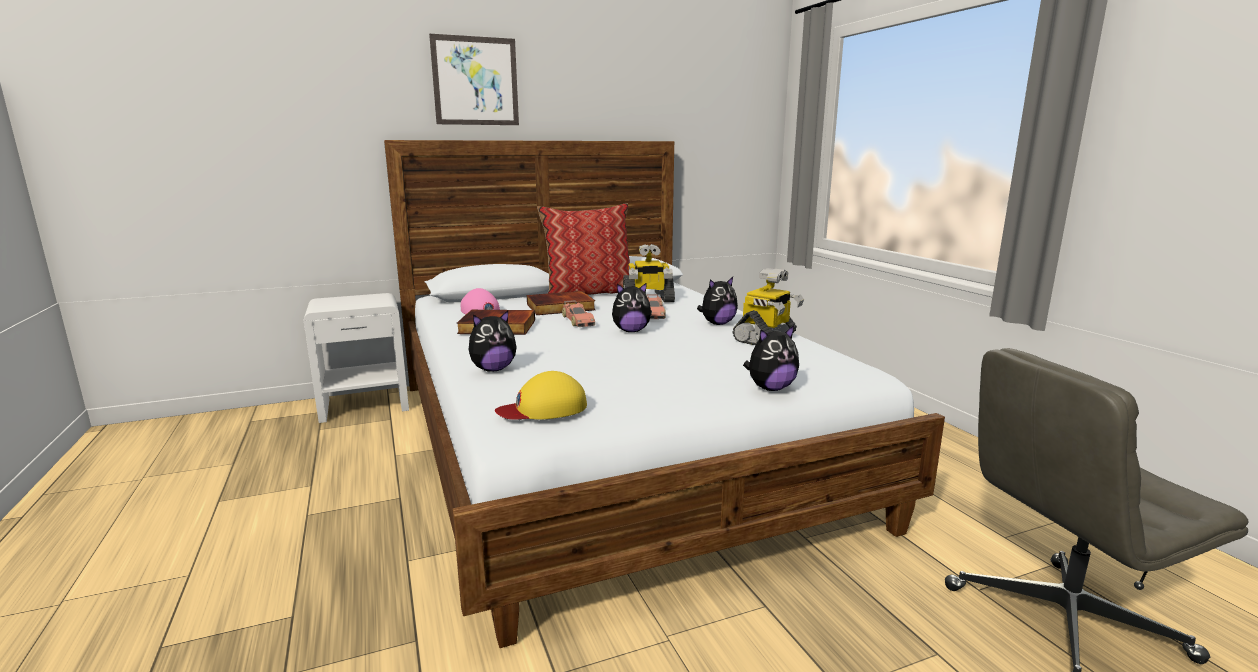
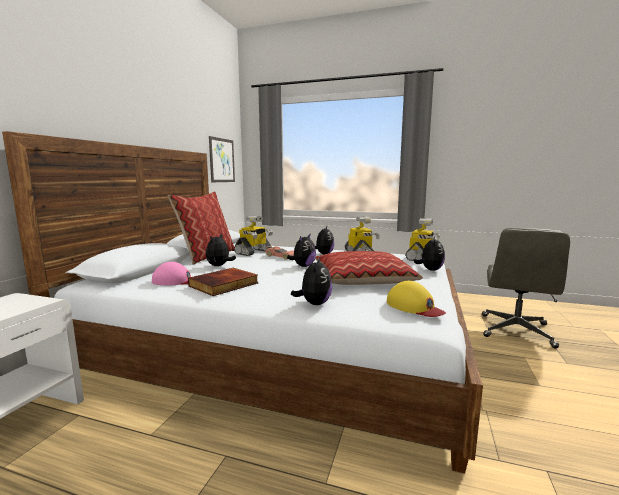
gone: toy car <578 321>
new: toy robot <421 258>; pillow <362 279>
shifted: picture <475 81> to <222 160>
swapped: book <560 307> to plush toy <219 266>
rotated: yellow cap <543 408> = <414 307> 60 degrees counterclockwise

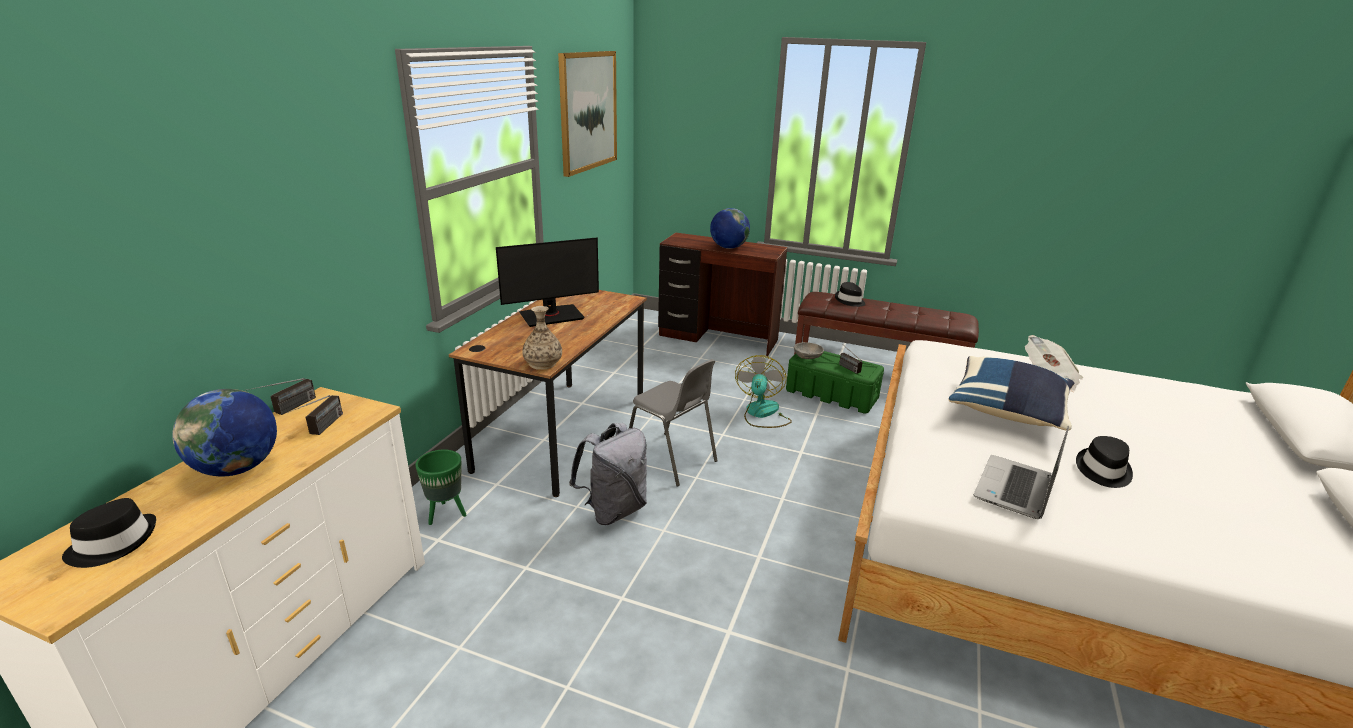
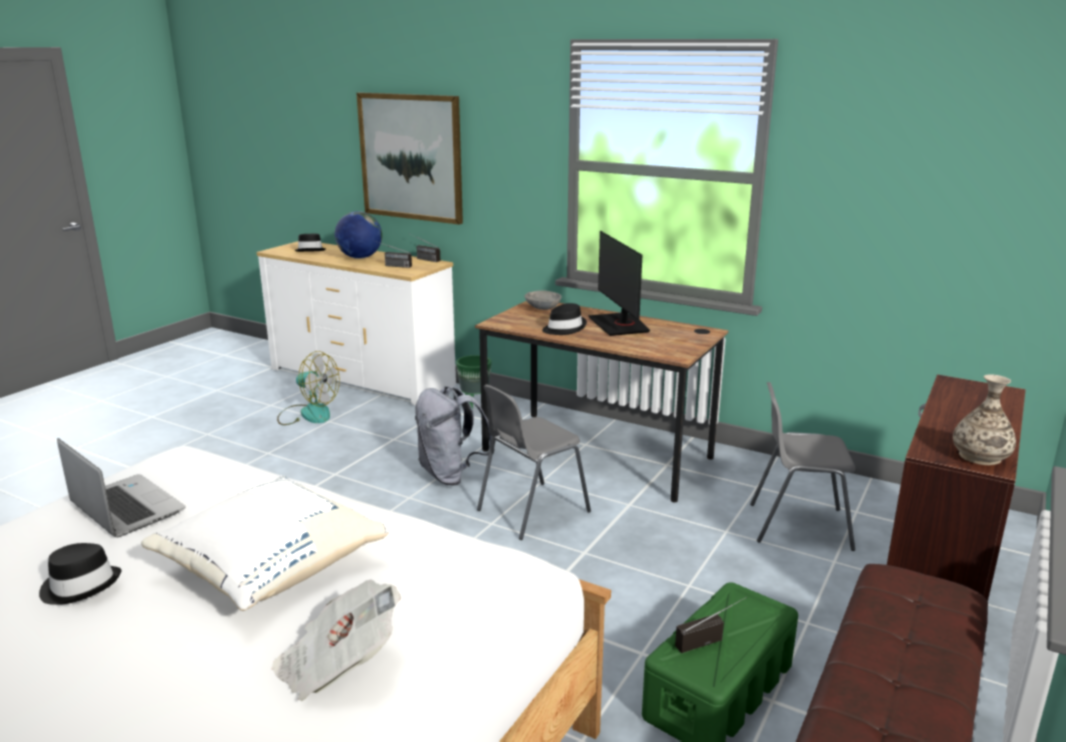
gone: globe <728 247>
new: grey chair <798 525>
shifted: picture <588 111> to <411 157>; black hat <849 301> to <564 328>; vase <543 363> to <980 457>; grey bowl <807 358> to <542 308>; fan <762 414> to <308 414>
repainted: blue pillow <1008 411> to white pillow <269 568>

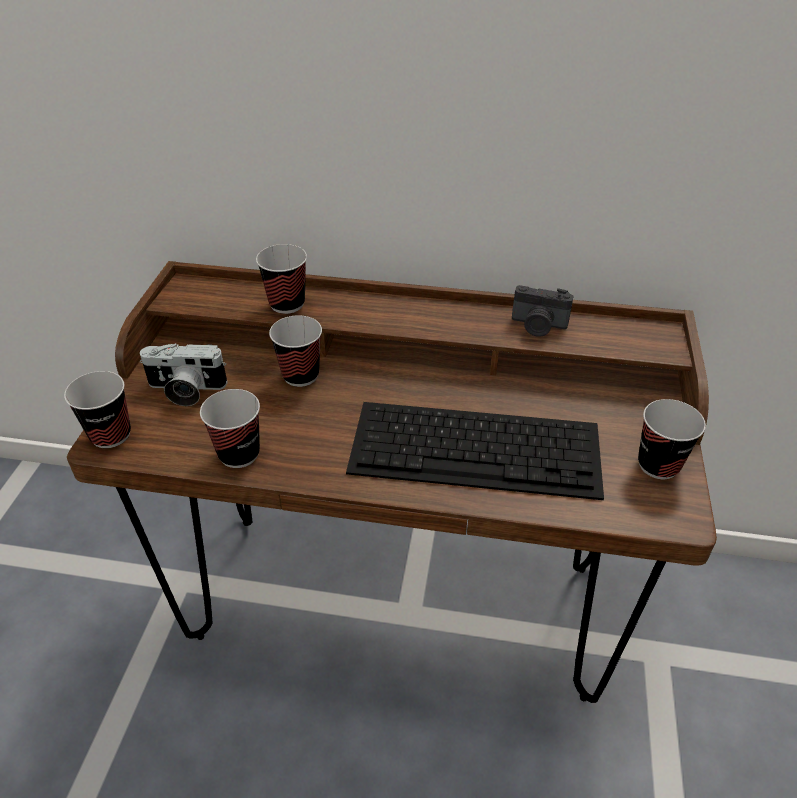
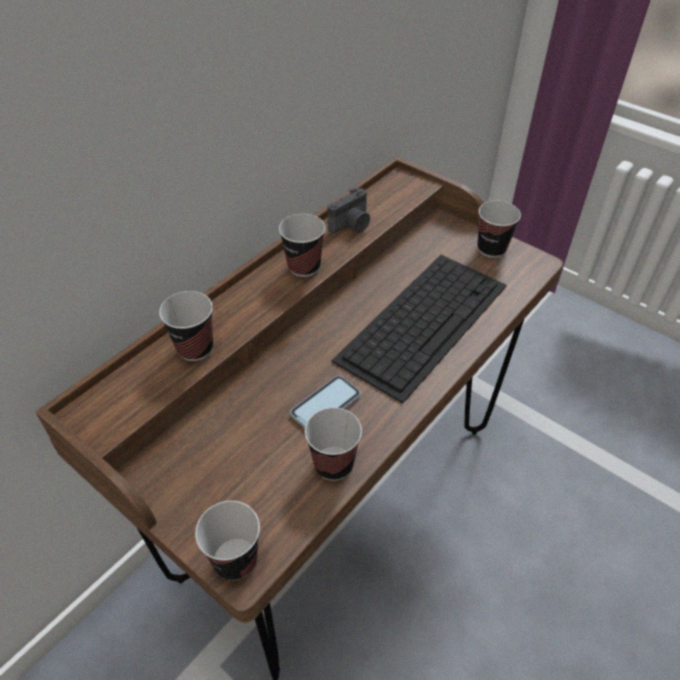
gone: photo camera <185 390>
new: phone <325 405>
shifted: cup <300 375> to <304 267>

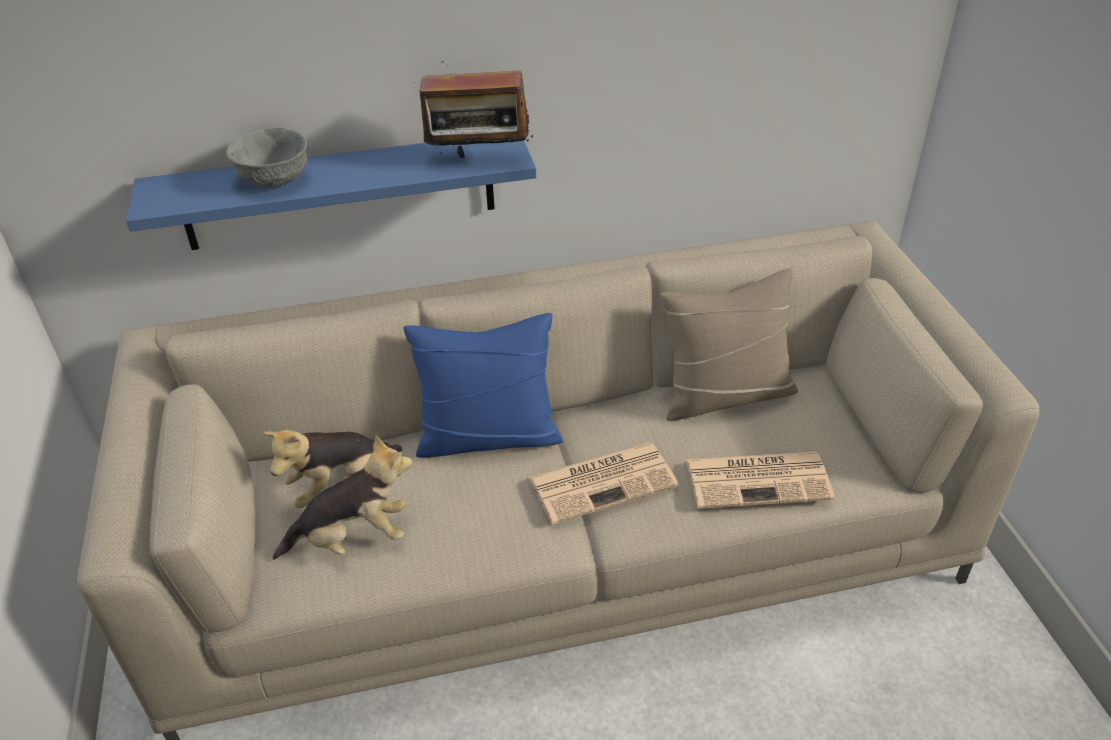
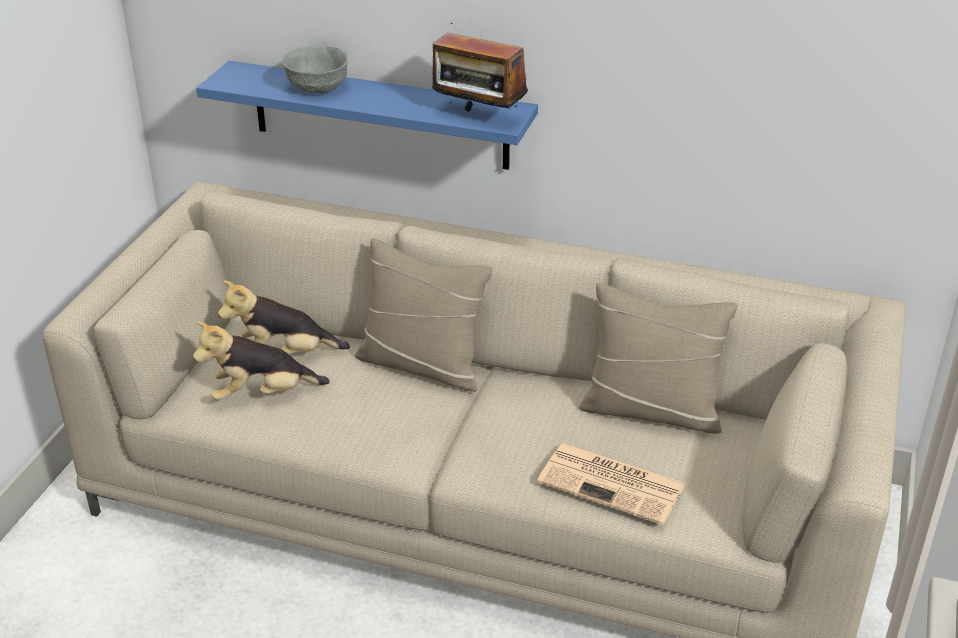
gone: newspaper <604 481>
repainted: blue pillow <488 437> to beige pillow <422 365>
rotated: plush toy <353 538> = <262 394> 150 degrees clockwise

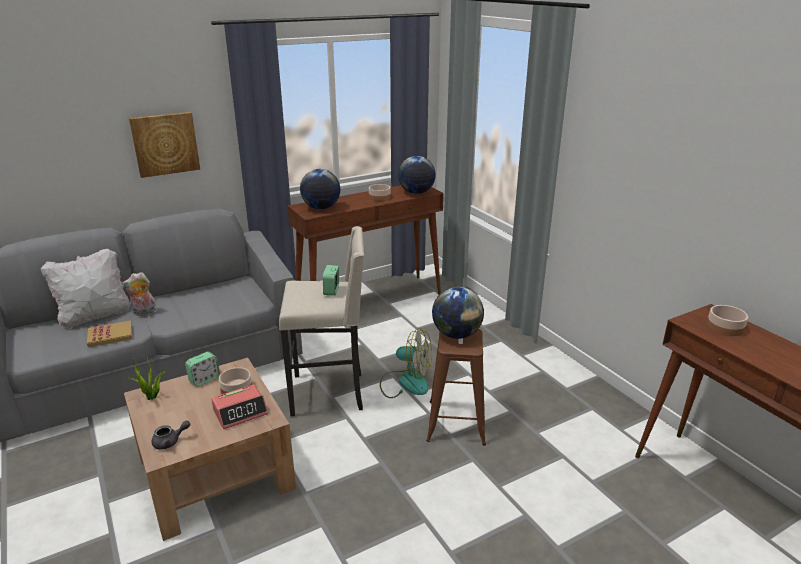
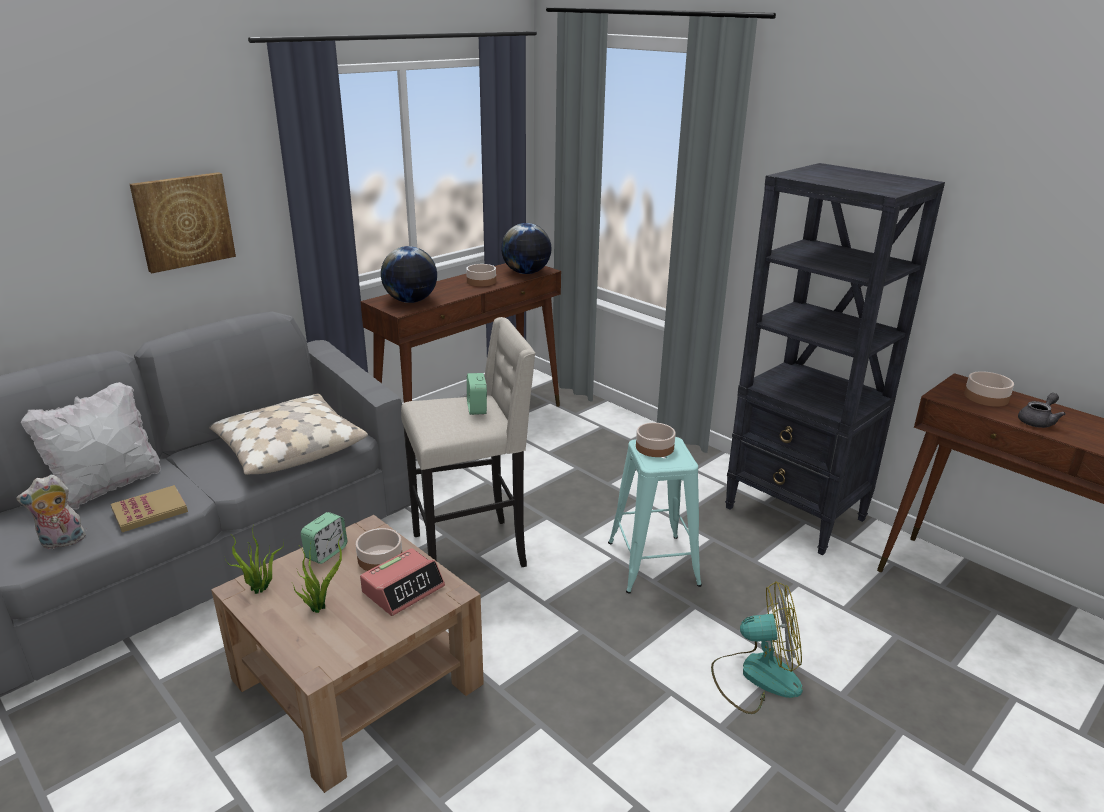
new: black bookcase <795 514>; beige pillow <288 447>; potted plant <319 606>
shifted: plush toy <144 313> to <62 542>; fan <405 382> to <756 676>; grey teapot <170 442> to <1038 421>
swapped: globe <456 334> to bowl <654 447>
repainted: brown stool <456 422> to turquoise stool <653 563>

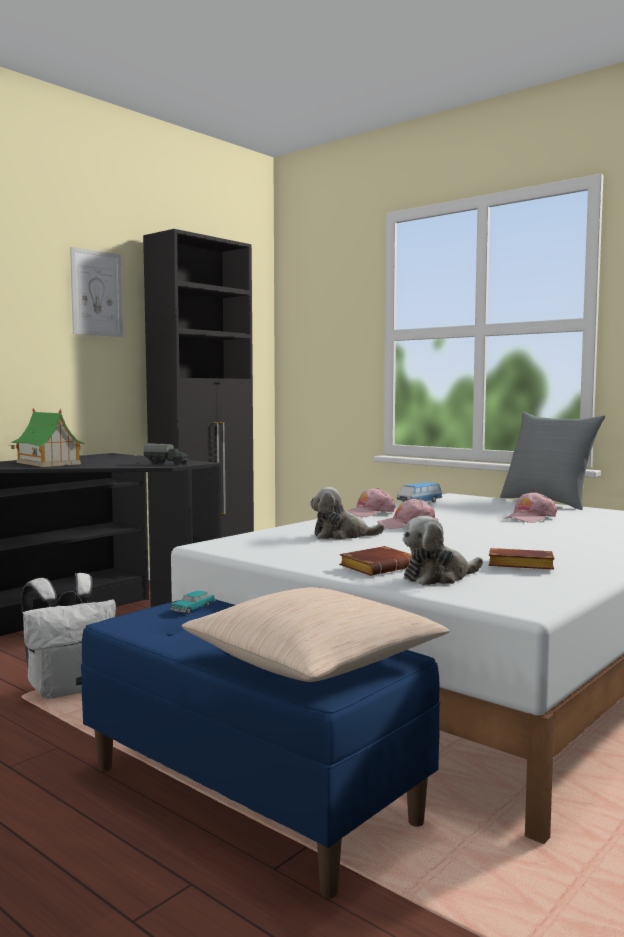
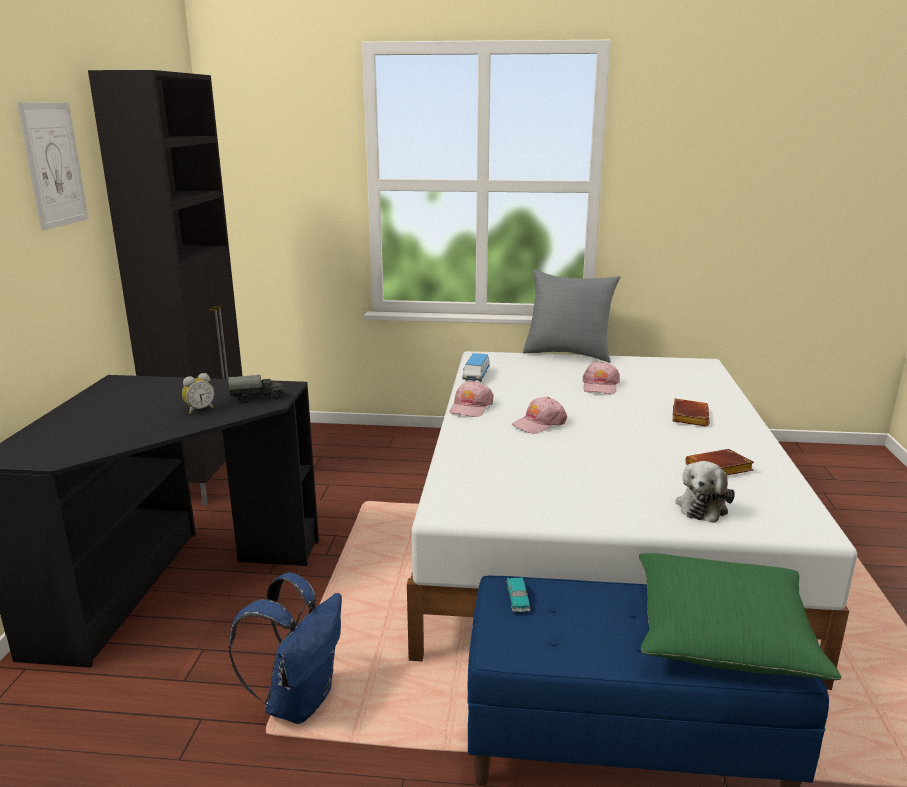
gone: toy house <48 463>; plush toy <342 536>
new: alarm clock <199 409>
shifted: brown book <378 567> to <688 416>
repainted: white backpack <67 689> to blue backpack <299 700>; beige pillow <315 661> to green pillow <723 633>

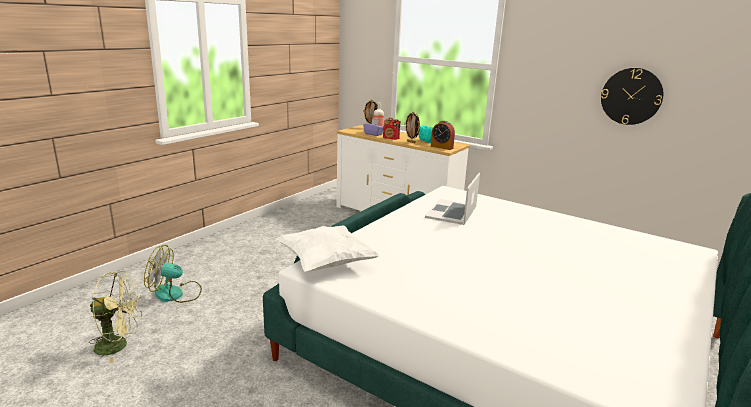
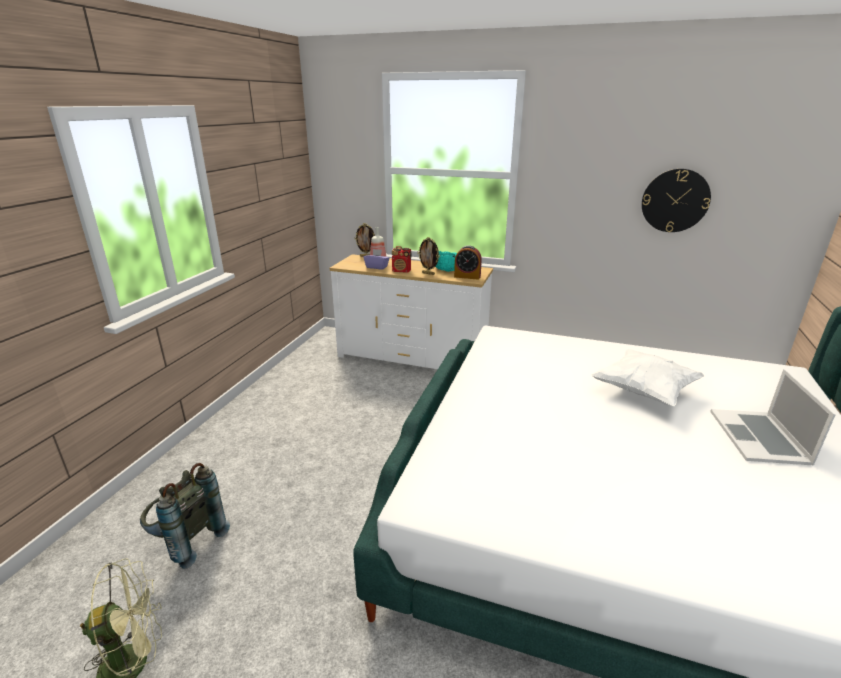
shifted: laptop <452 212> to <759 436>; white pillow <326 263> to <644 391>
swapped: fan <176 294> to grey backpack <186 541>

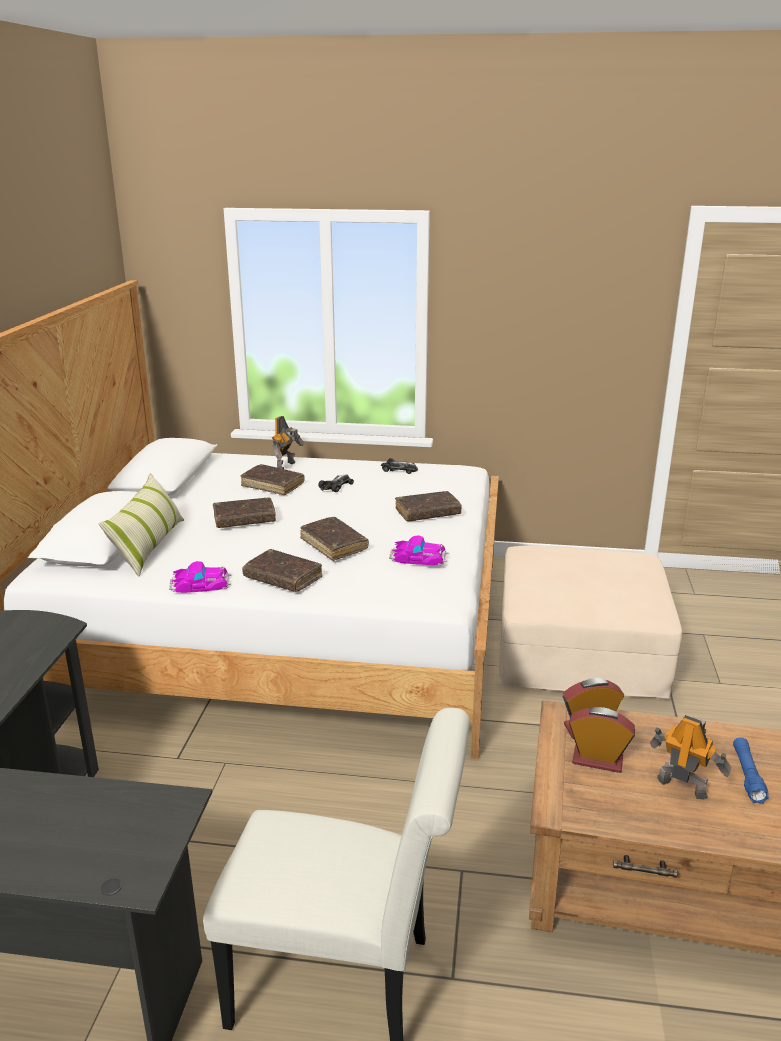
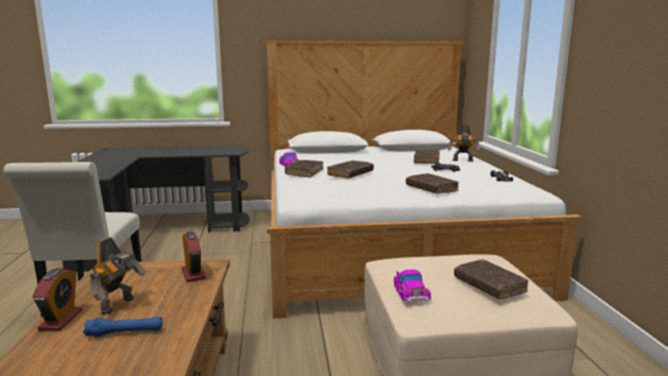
gone: pillow <149 546>
shifted: brown book <244 519> to <489 285>; toy car <418 557> to <410 290>; alarm clock <597 760> to <61 320>

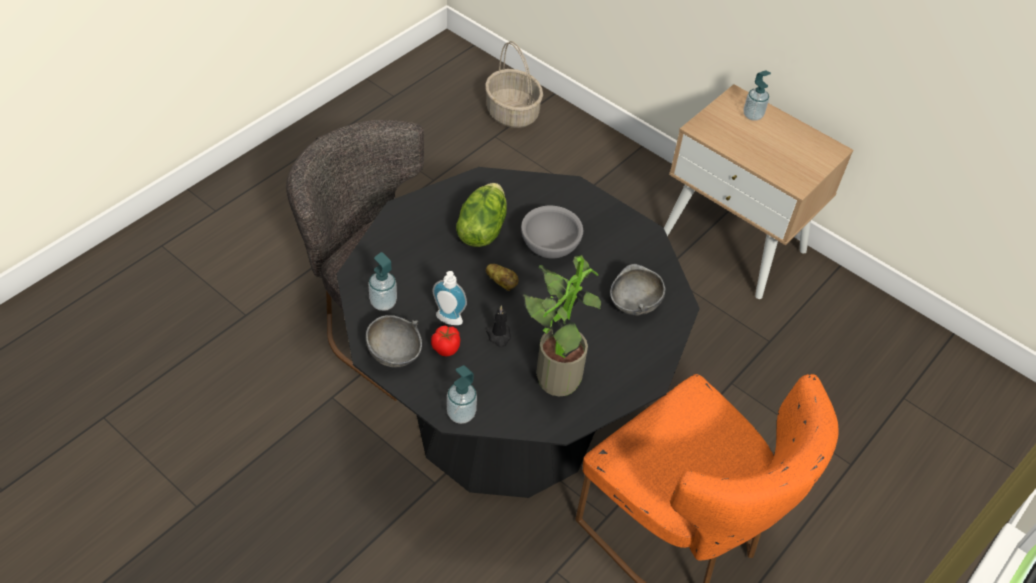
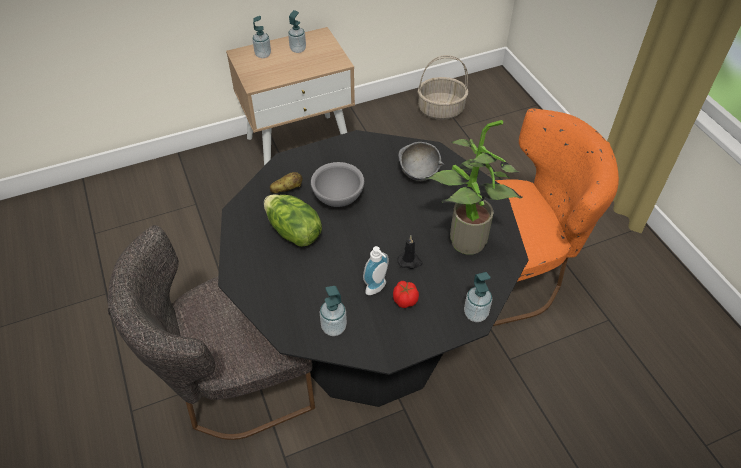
gone: grey bowl <395 354>
new: soap dispenser <298 49>
shifted: basket <513 113> to <441 109>; potato <501 283> to <287 189>

